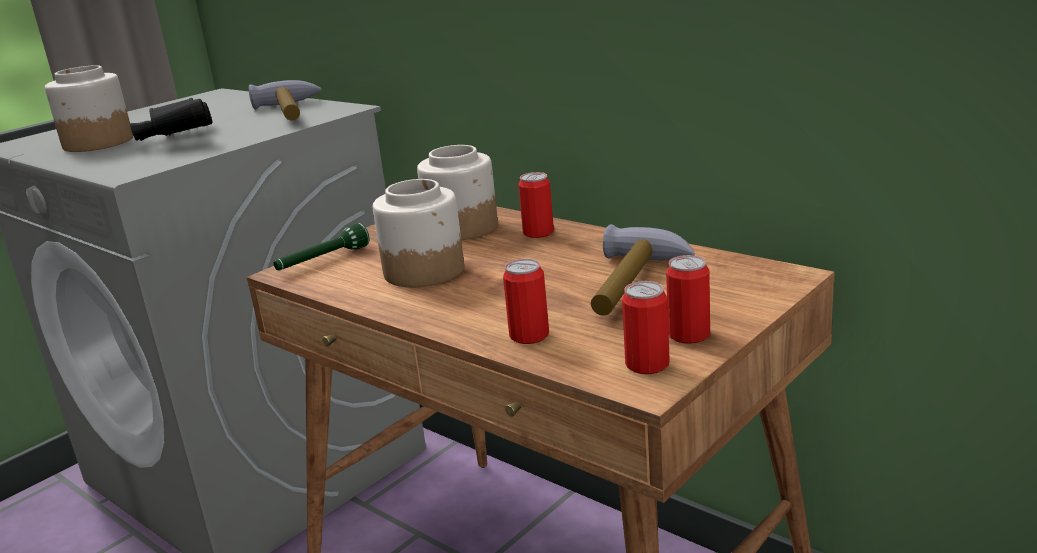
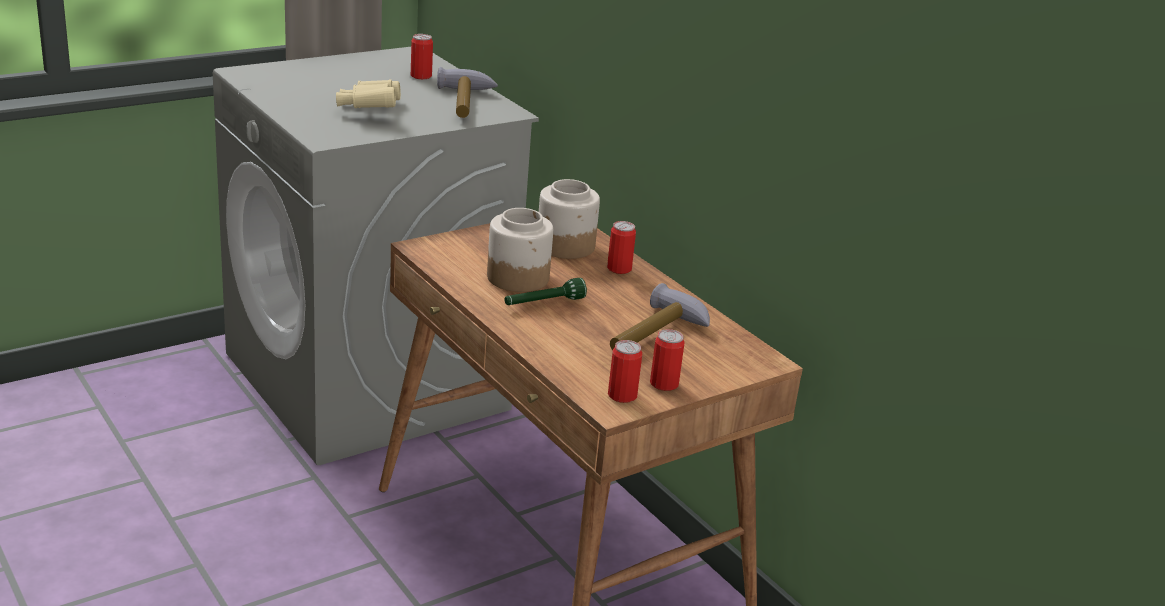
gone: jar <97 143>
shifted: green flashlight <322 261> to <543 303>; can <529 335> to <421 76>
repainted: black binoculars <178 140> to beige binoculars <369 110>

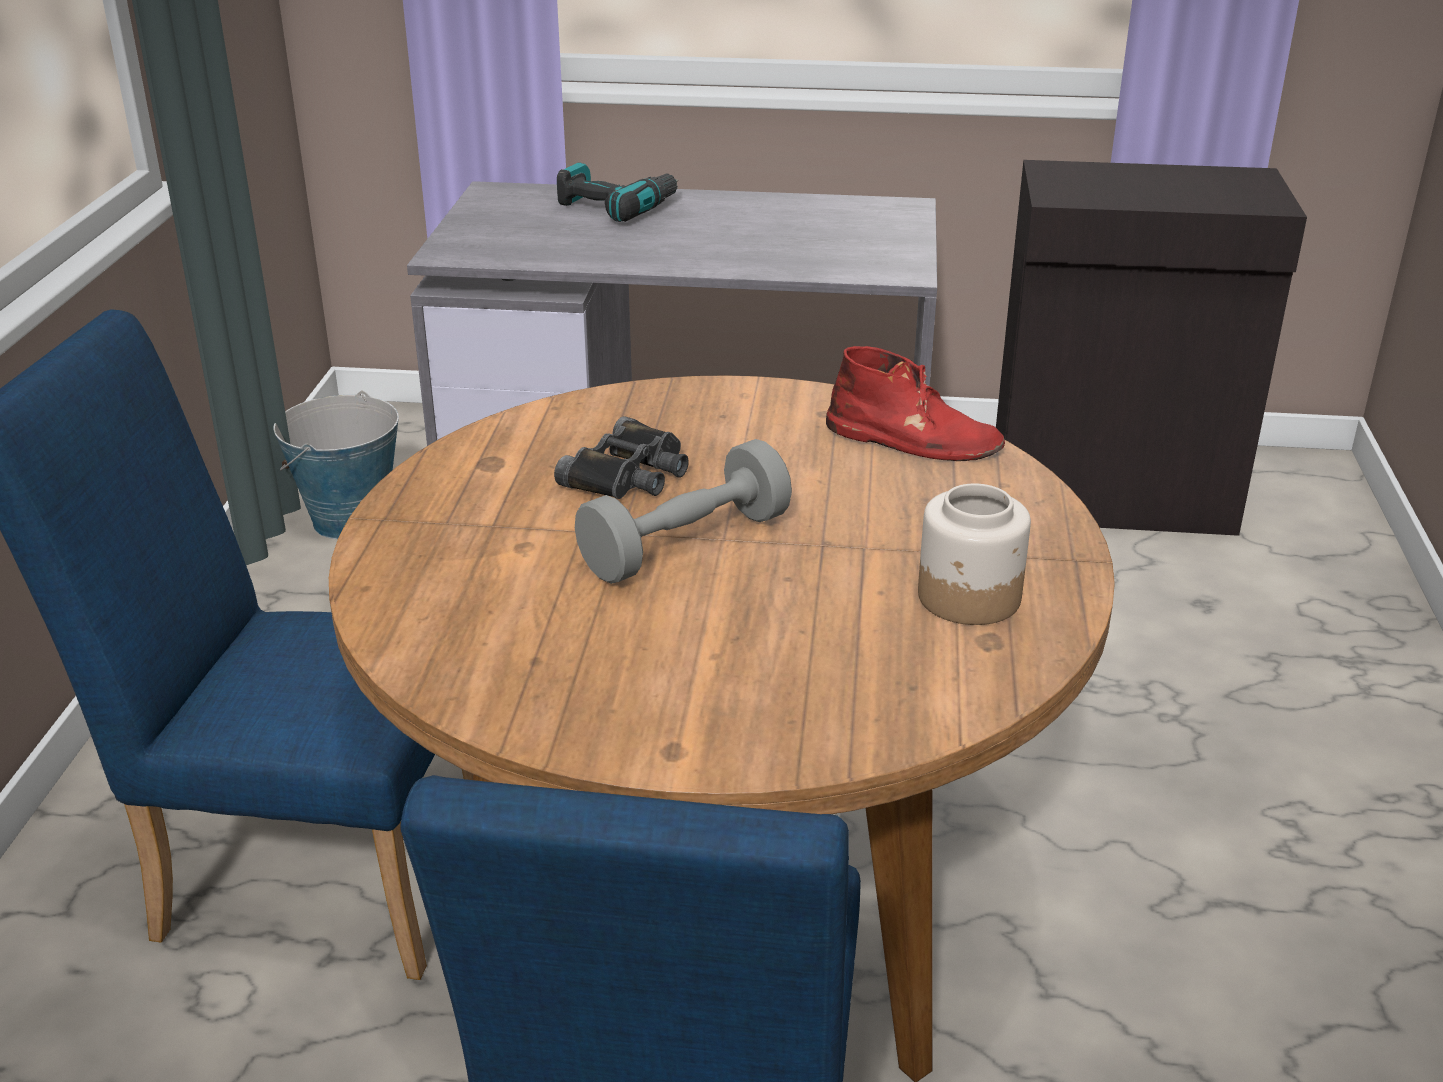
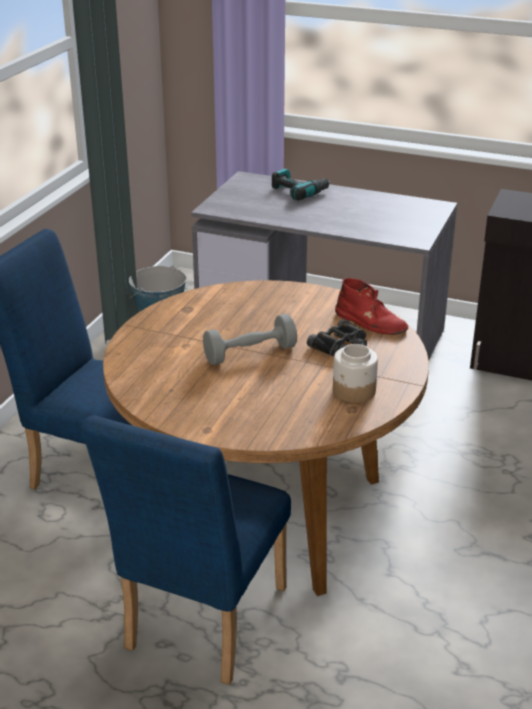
shifted: black binoculars <629 474> to <340 345>

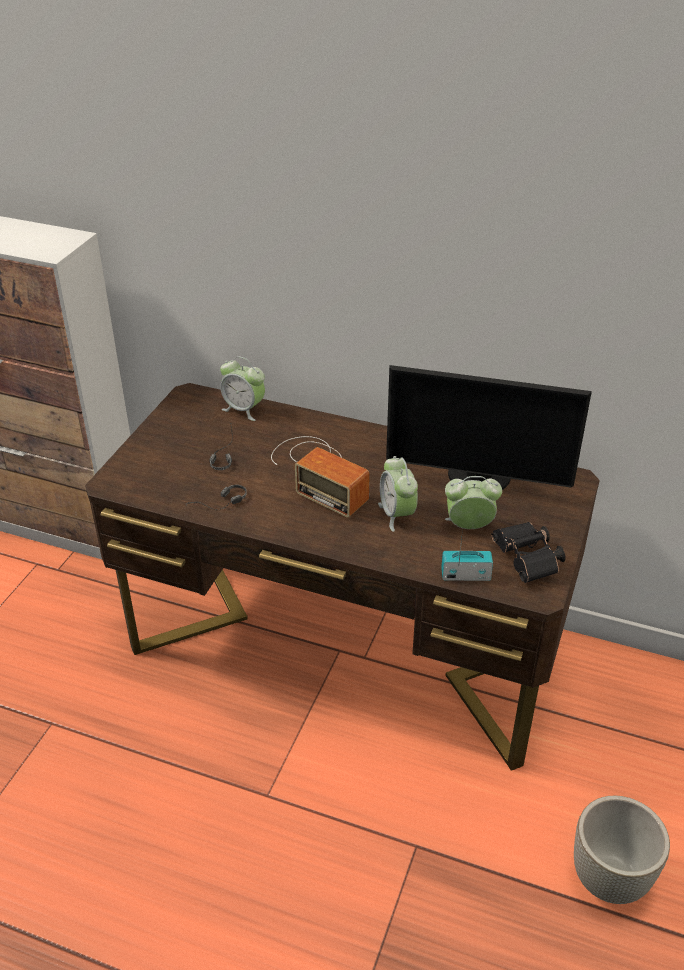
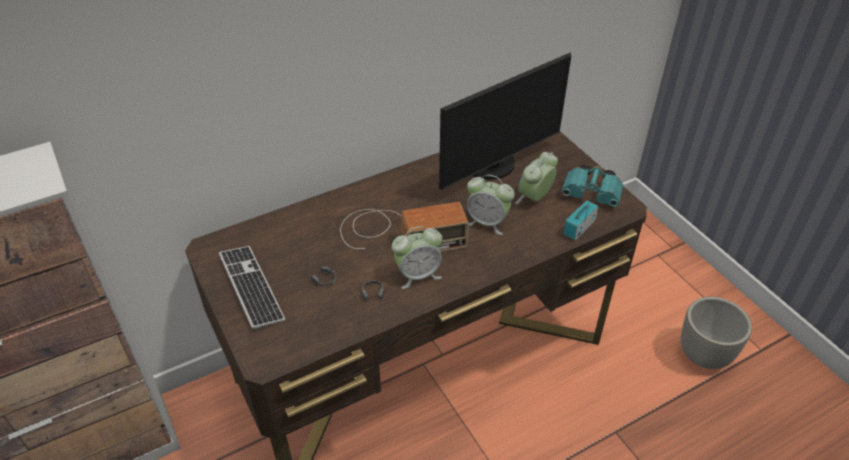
new: keyboard <251 287>
shifted: alarm clock <244 409> to <418 275>
repainted: black binoculars <527 562> to turquoise binoculars <593 194>

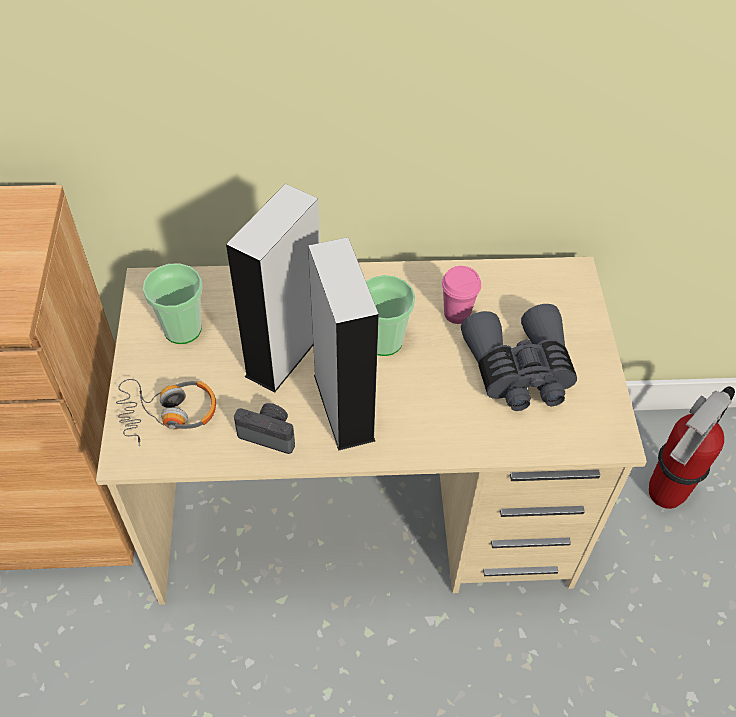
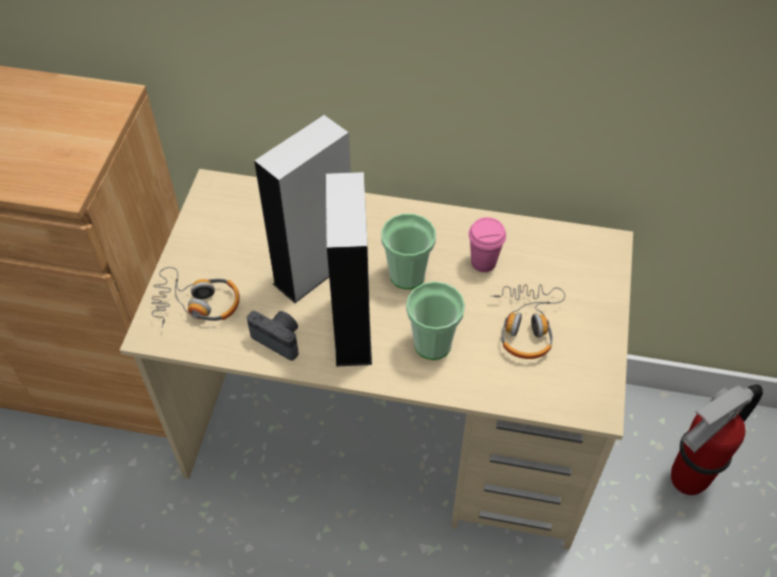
shifted: cup <182 329> to <432 344>
swapped: grey binoculars <520 370> to headphones <526 326>

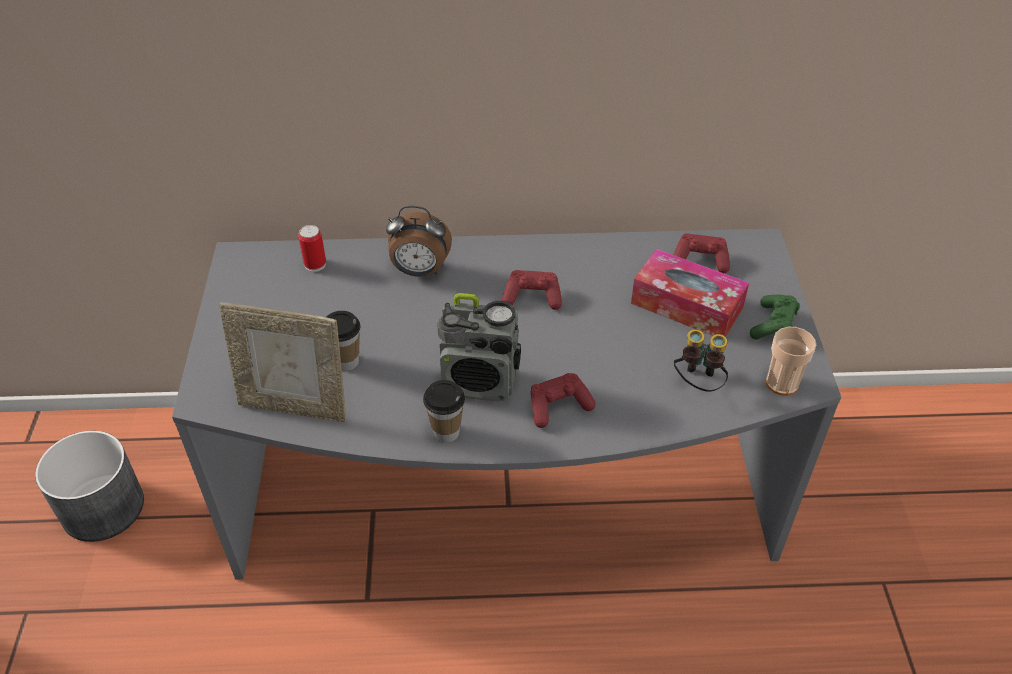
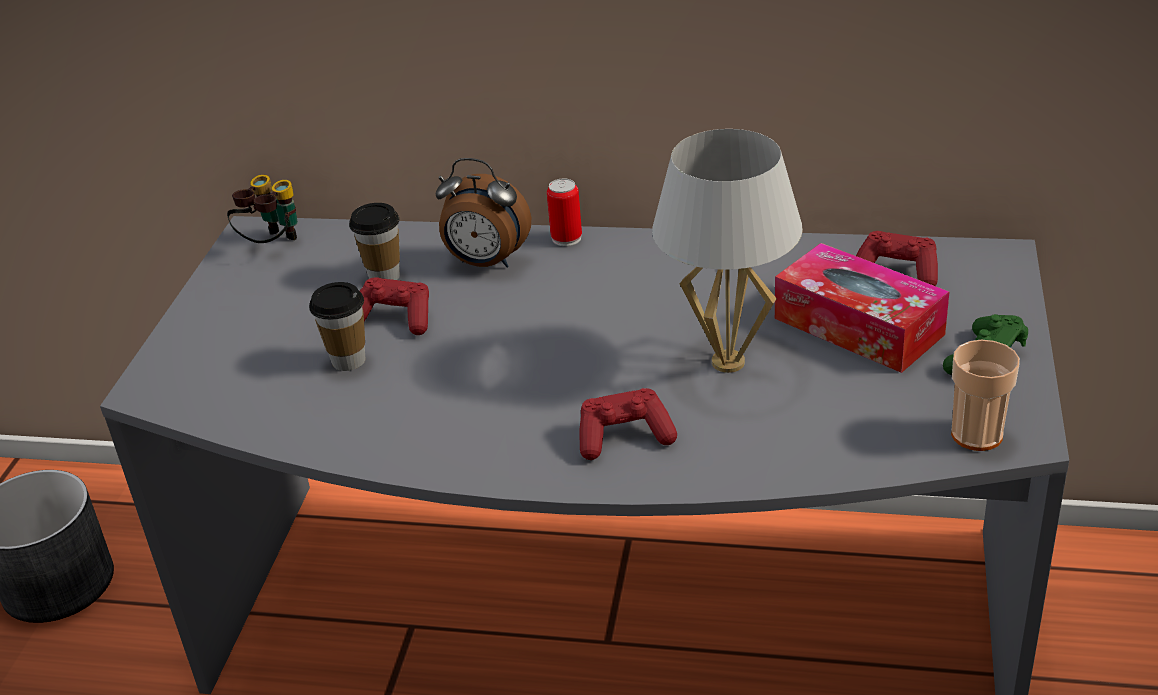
gone: radio <480 383>; picture frame <295 406>
new: white table lamp <728 362>
shifted: can <315 264> to <566 238>; red game controller <532 297> to <395 319>; binoculars <697 383> to <271 245>; cup <446 432> to <384 276>

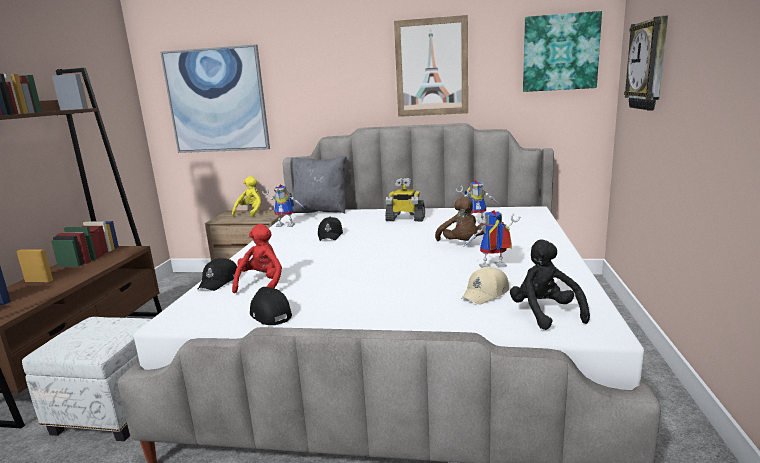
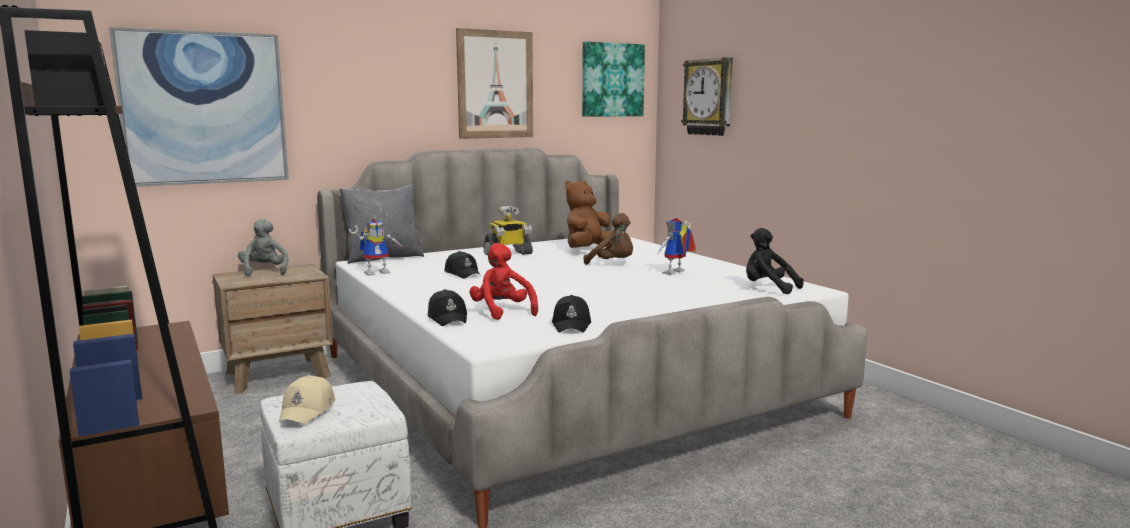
shifted: beige cap <486 293> to <308 410>
swapped: toy robot <477 223> to brown plush toy <588 250>
repainted: yellow plush toy <250 212> to grey plush toy <264 272>
rotated: black cap <269 314> = <572 324> 105 degrees counterclockwise

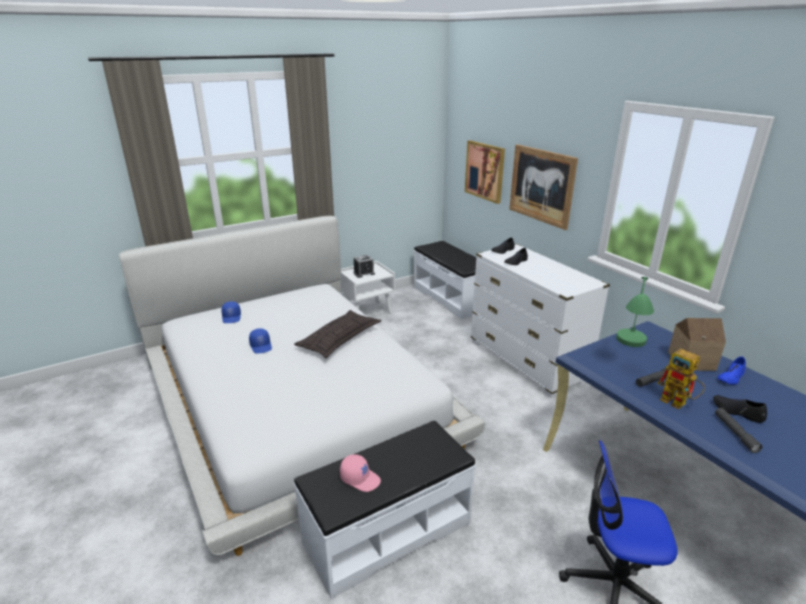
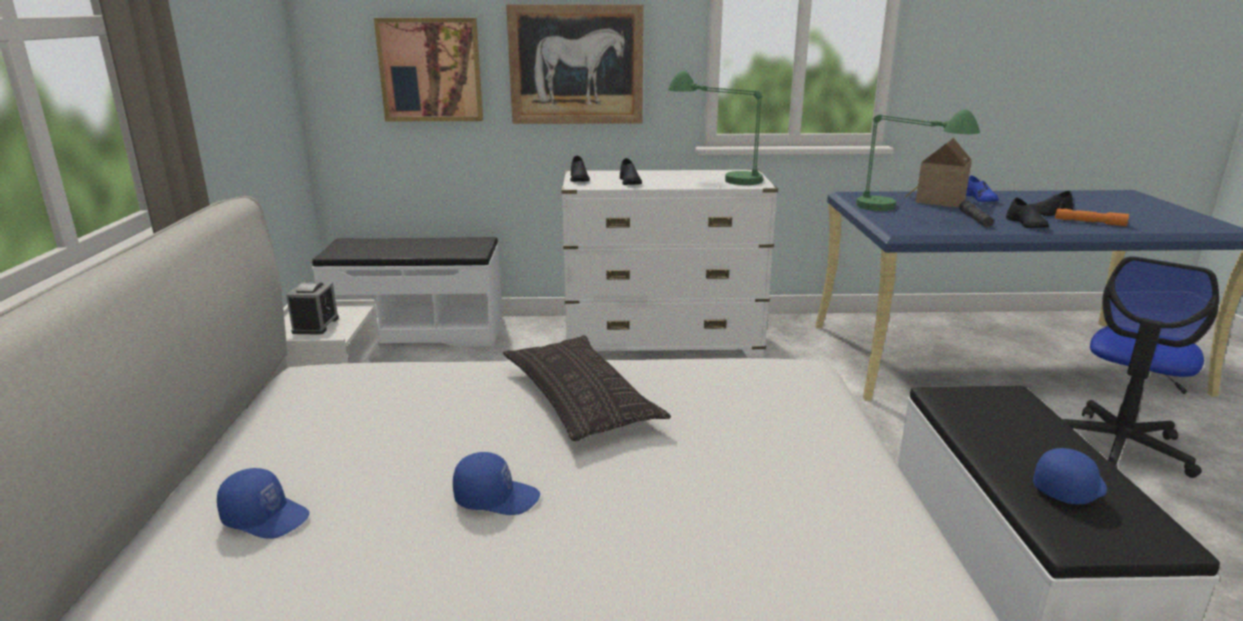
new: green table lamp <715 176>
swapped: toy robot <678 403> to black shoe <1027 224>
repainted: grey flashlight <735 433> to orange flashlight <1089 222>; pink cap <360 478> to blue cap <1068 488>

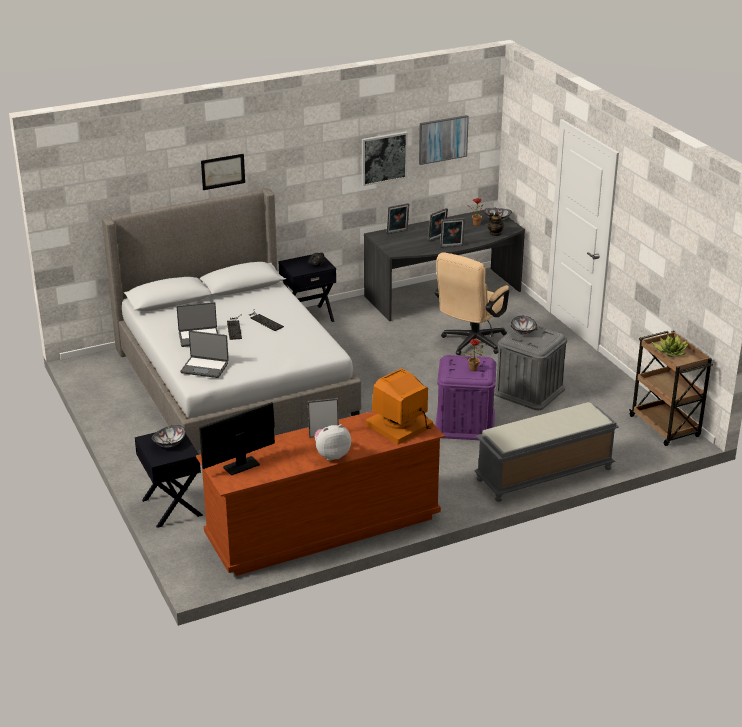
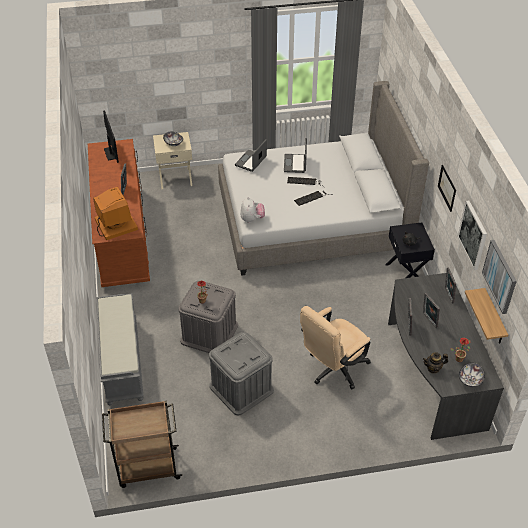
gone: bowl <523 332>; potted plant <670 352>
new: shelf <494 318>
shifted: picture <223 171> to <447 188>; plush toy <332 455> to <252 219>
repainted: purple storage box <465 423> to grey storage box <209 333>; black nightstand <171 508> to beige nightstand <175 178>
rotated: beige office chair <470 344> = <333 370> 90 degrees counterclockwise

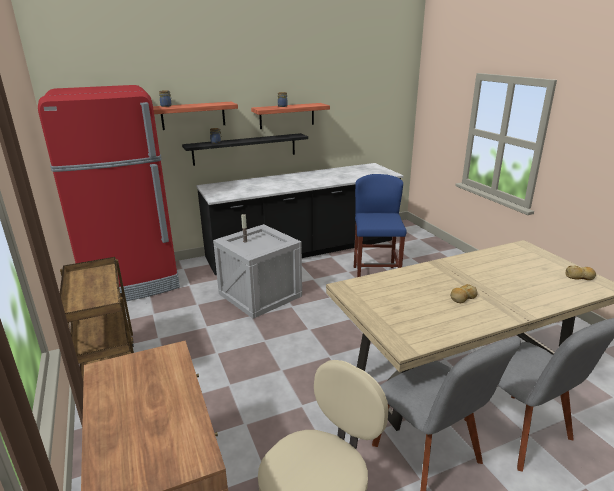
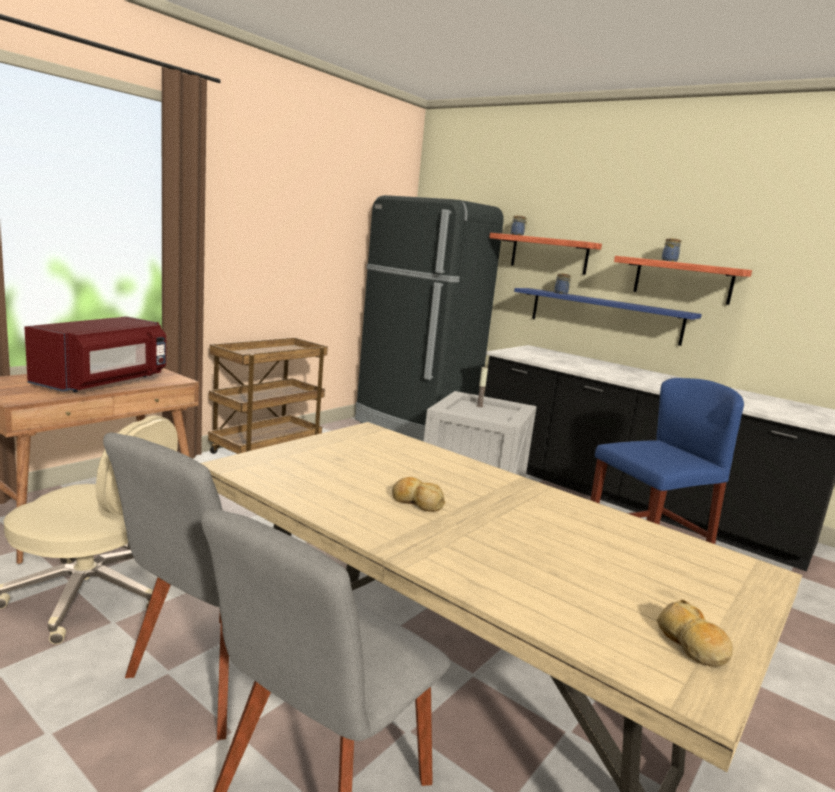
new: red microwave <104 382>
repainted: red fridge <133 283> to black fridge <414 427>; black shelf <245 149> to blue shelf <604 315>

